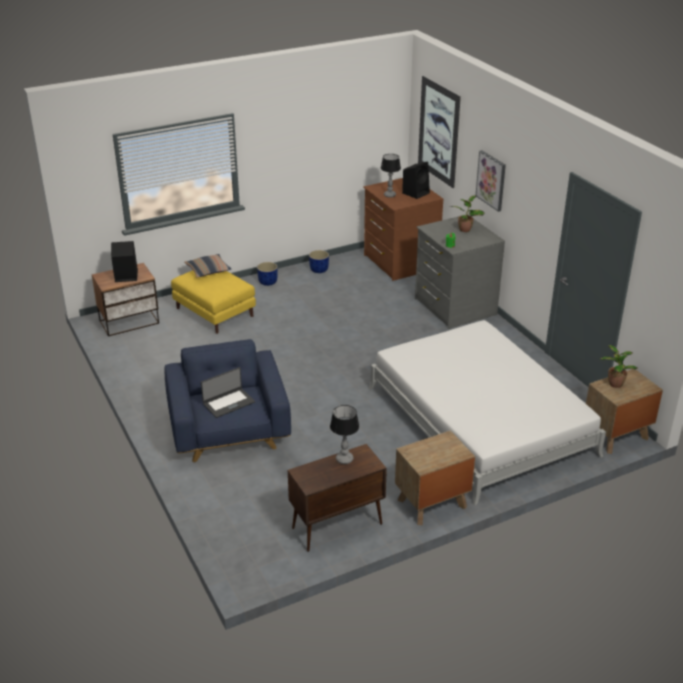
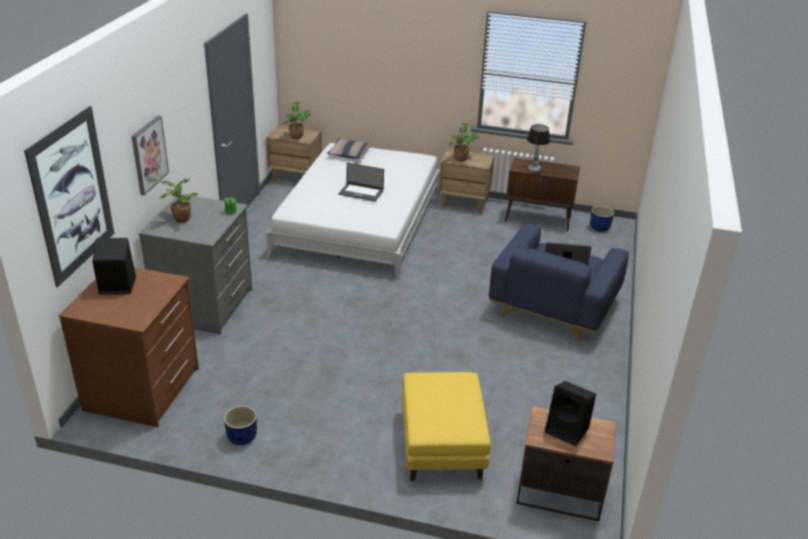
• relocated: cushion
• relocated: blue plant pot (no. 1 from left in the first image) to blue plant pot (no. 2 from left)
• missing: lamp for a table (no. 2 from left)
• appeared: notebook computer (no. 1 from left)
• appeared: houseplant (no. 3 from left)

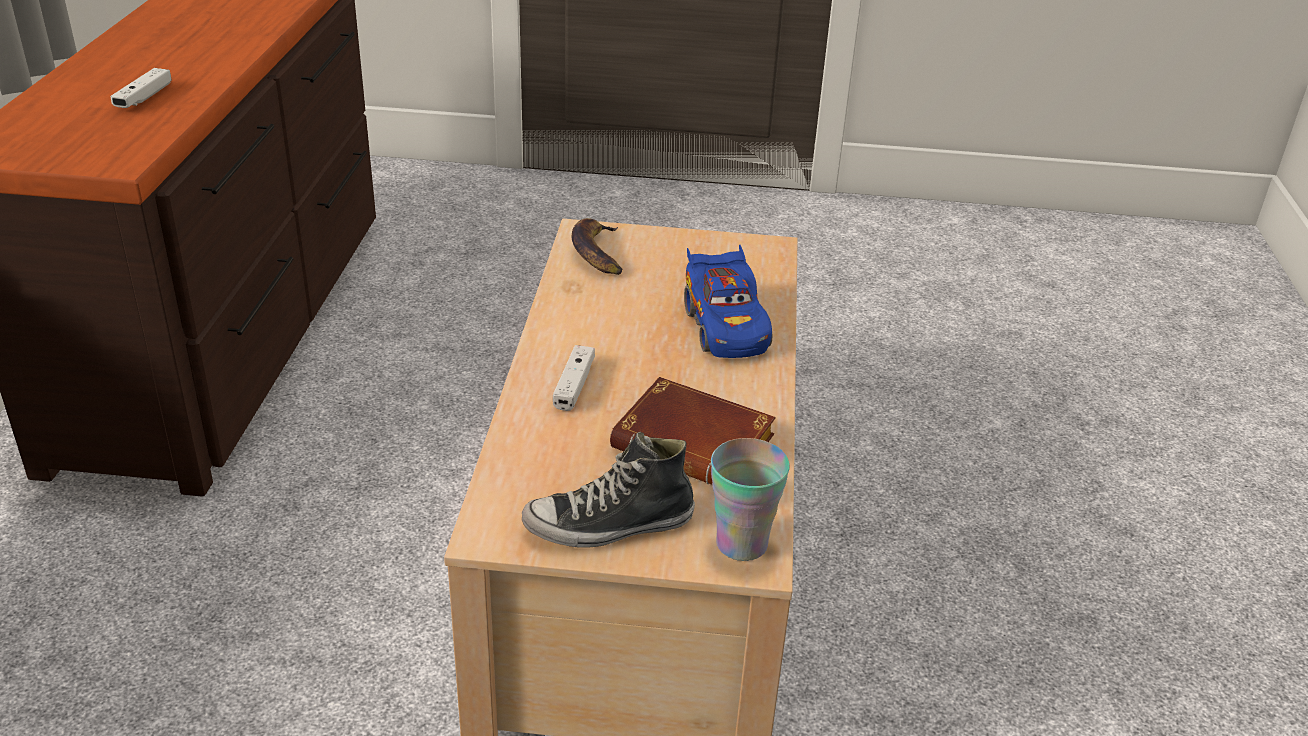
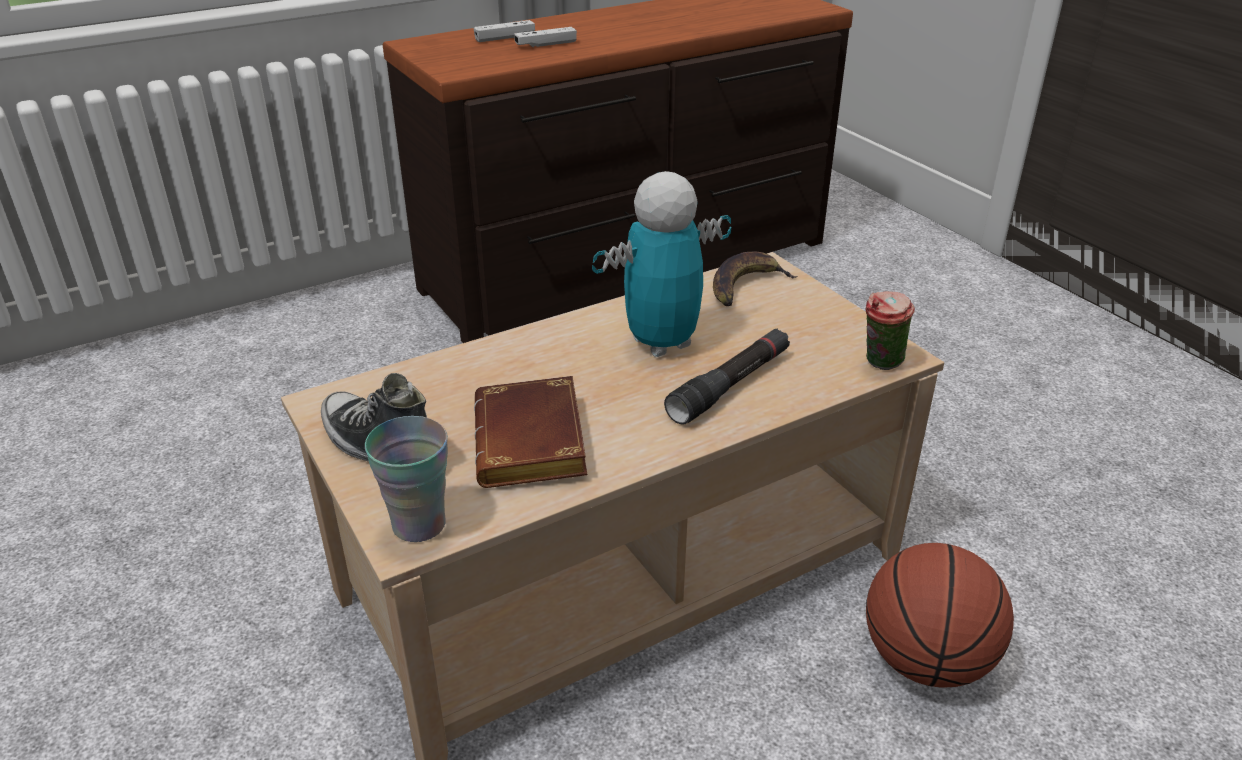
• relocated: whitish joypad (no. 2 from left in the first image) to whitish joypad (no. 1 from left)
• exchanged: blue miniature car to black hand torch
• appeared: robot figure
• appeared: small cup (no. 2 from left)
• appeared: ball for basketball

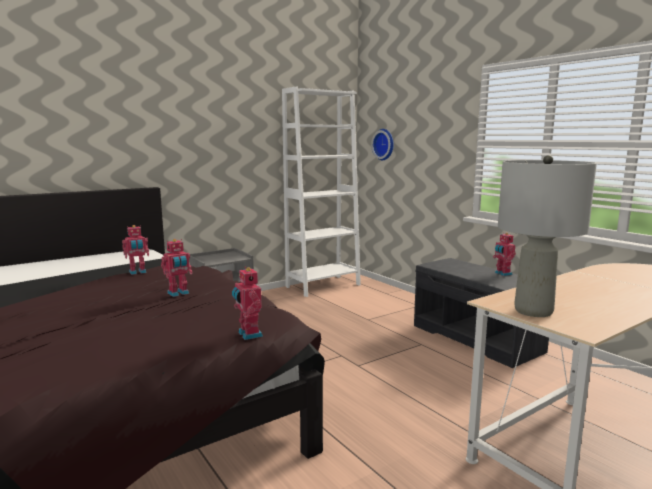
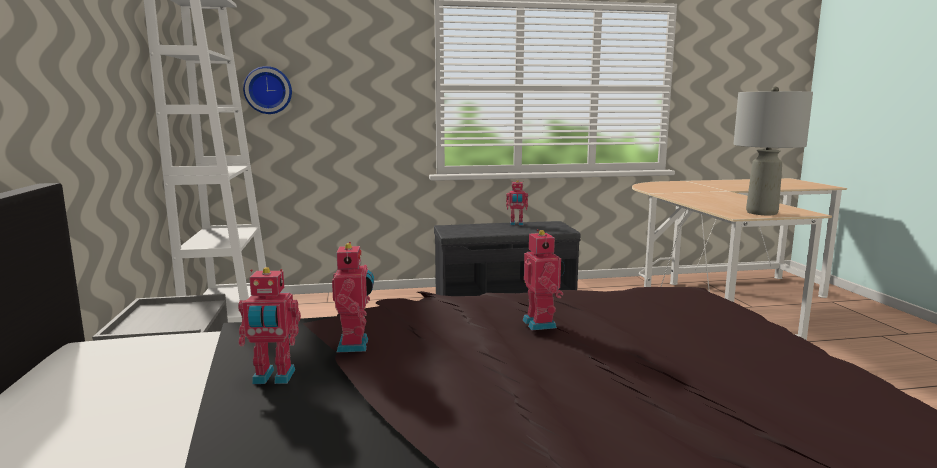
• relocated: robot figure (no. 3 from left in the first image) to robot figure (no. 1 from left)

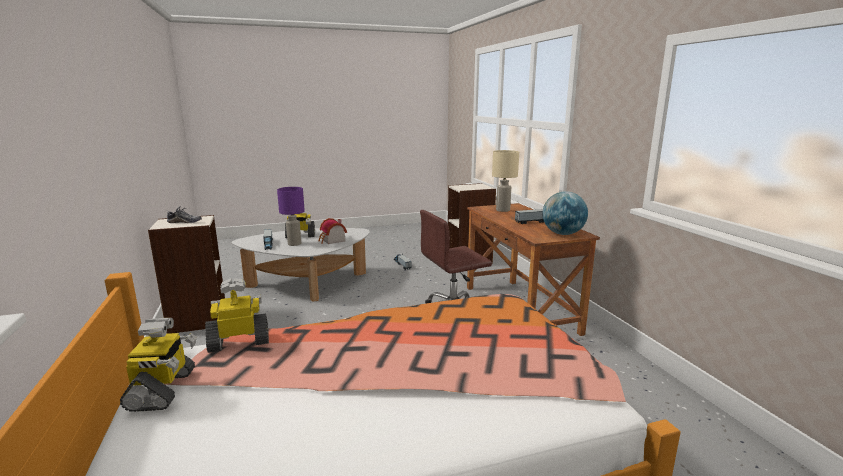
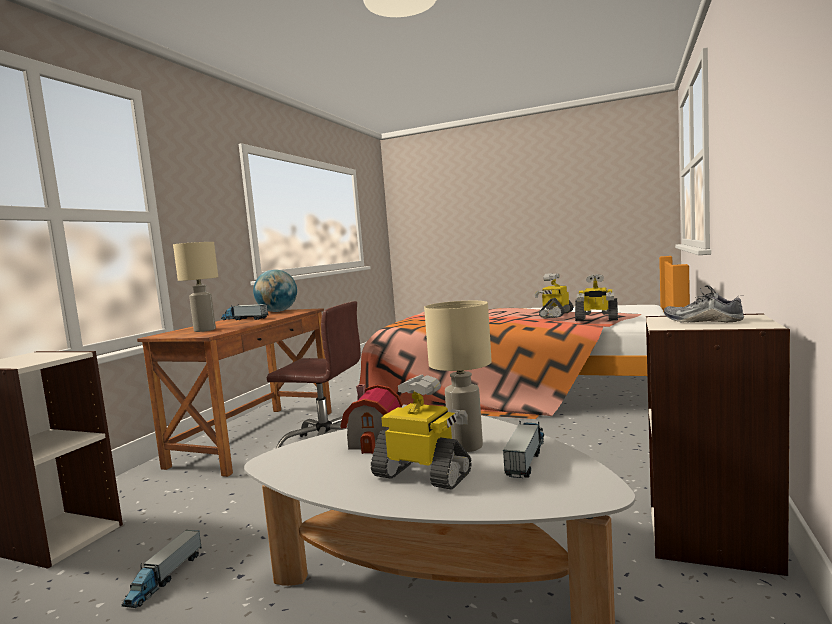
• relocated: robot figure (no. 1 from left in the first image) to robot figure (no. 2 from left)
• colour: purplish lamp for a table to beige-coloured lamp for a table (no. 2 from left)

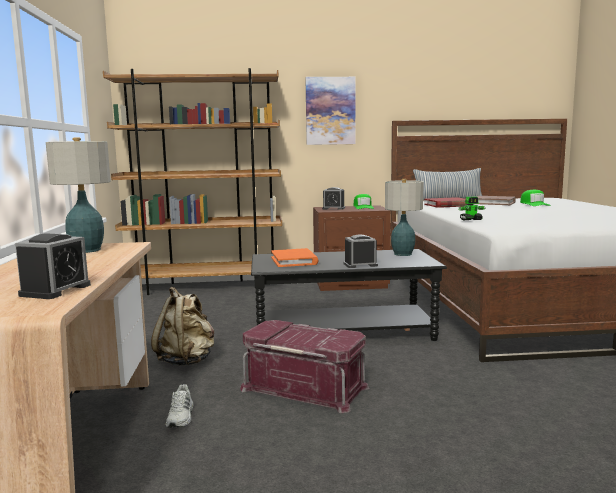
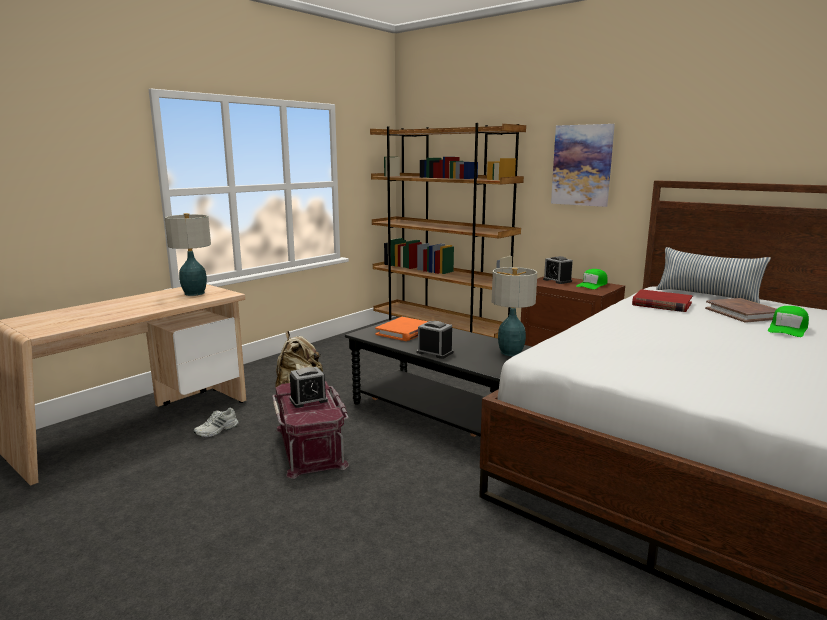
• relocated: bedside clock (no. 1 from left)
• missing: robot figure

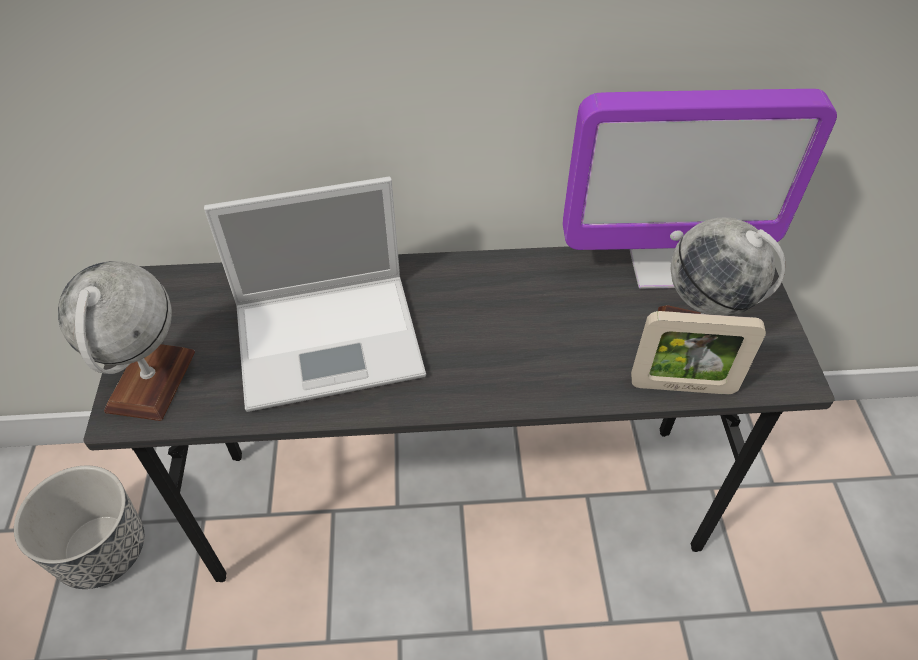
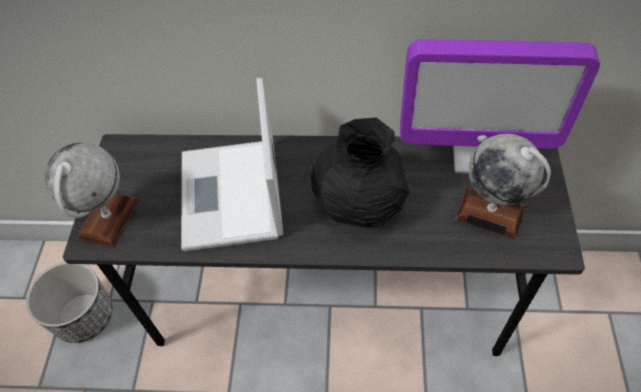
• spun: notebook computer 90 degrees clockwise
• missing: picture frame
• appeared: black flower vase

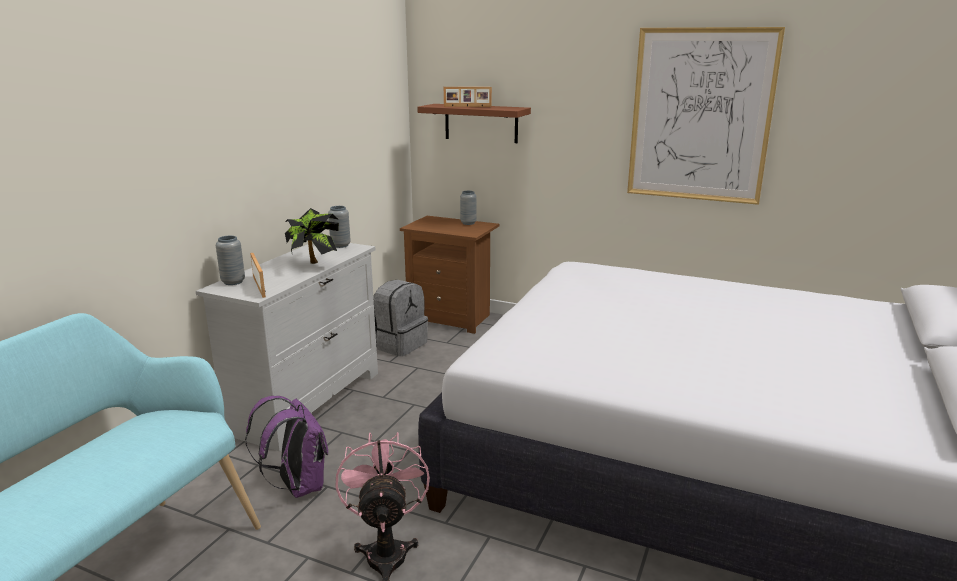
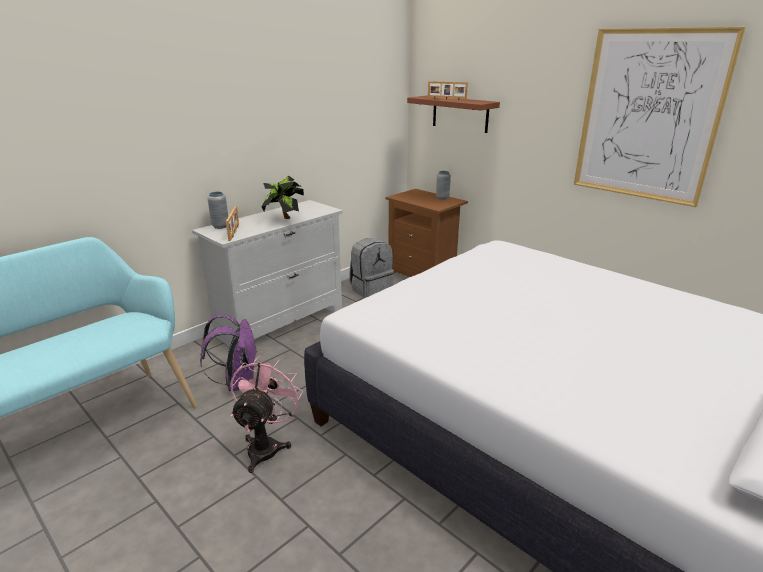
• missing: greyish flower vase (no. 2 from left)

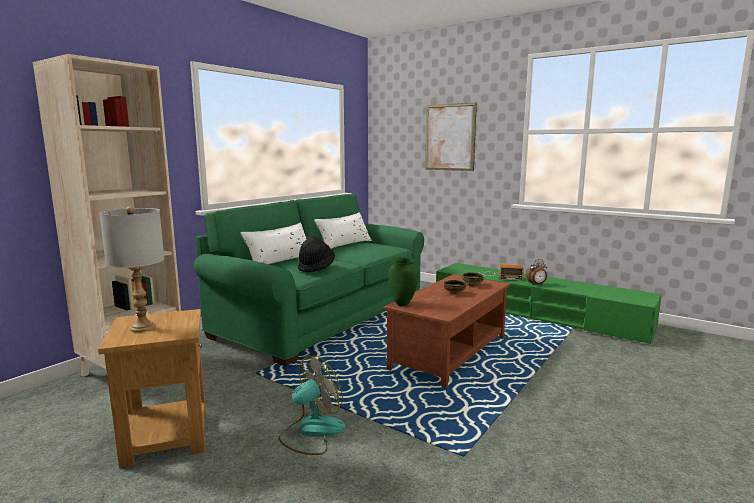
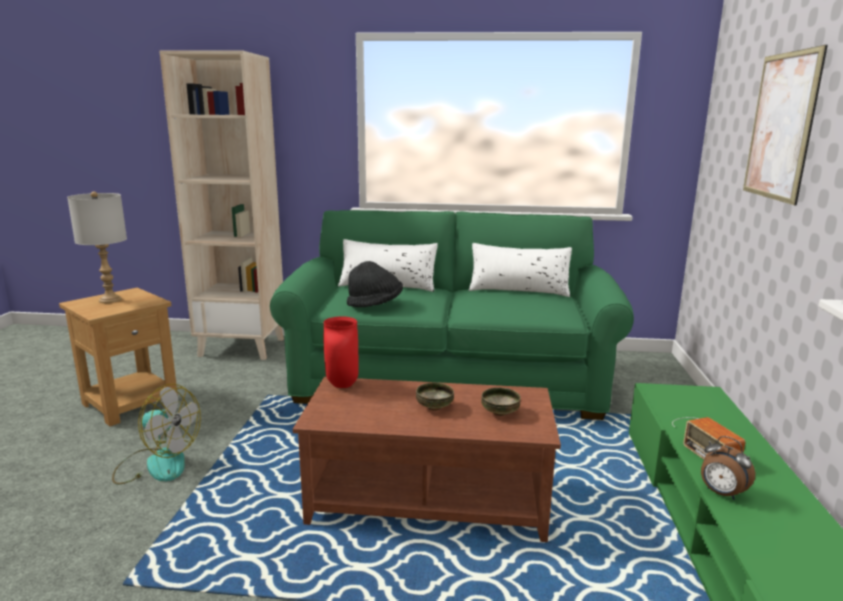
• colour: green-coloured flower vase to red-coloured flower vase

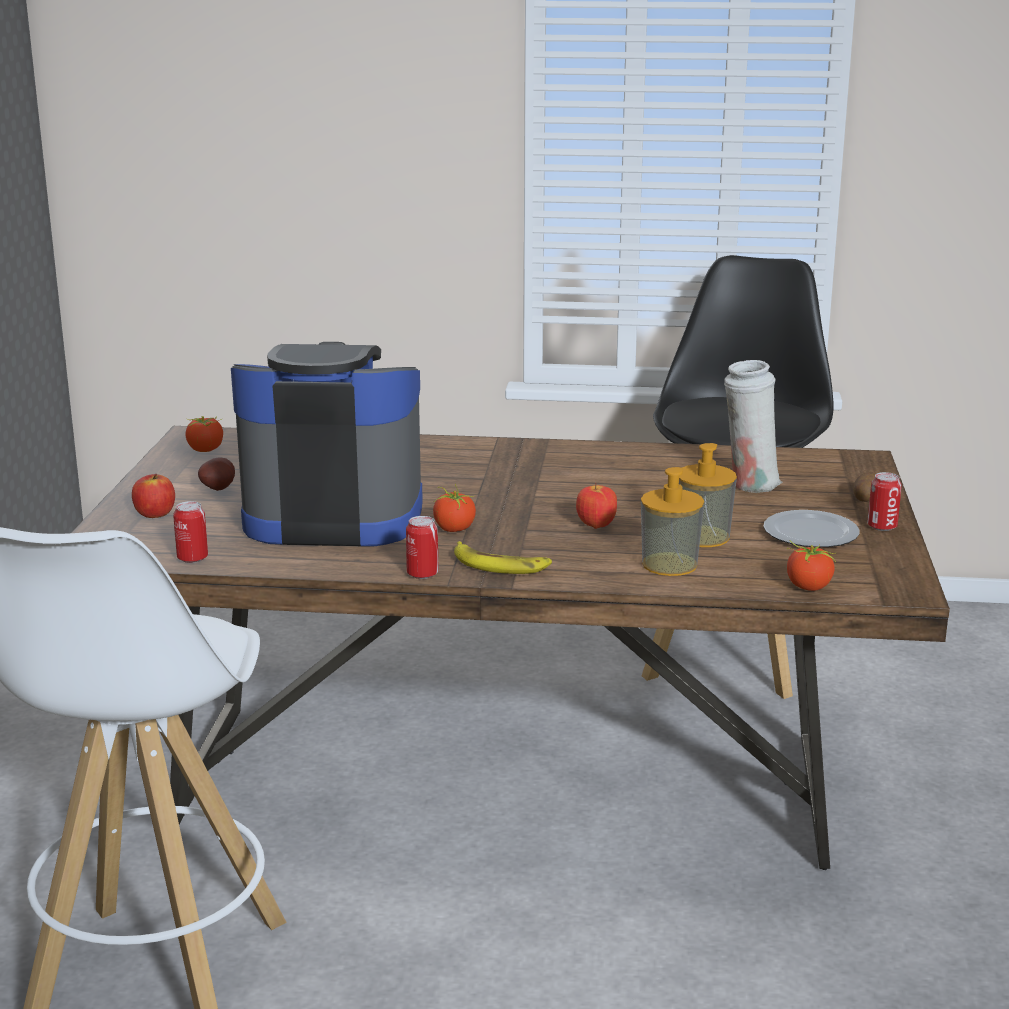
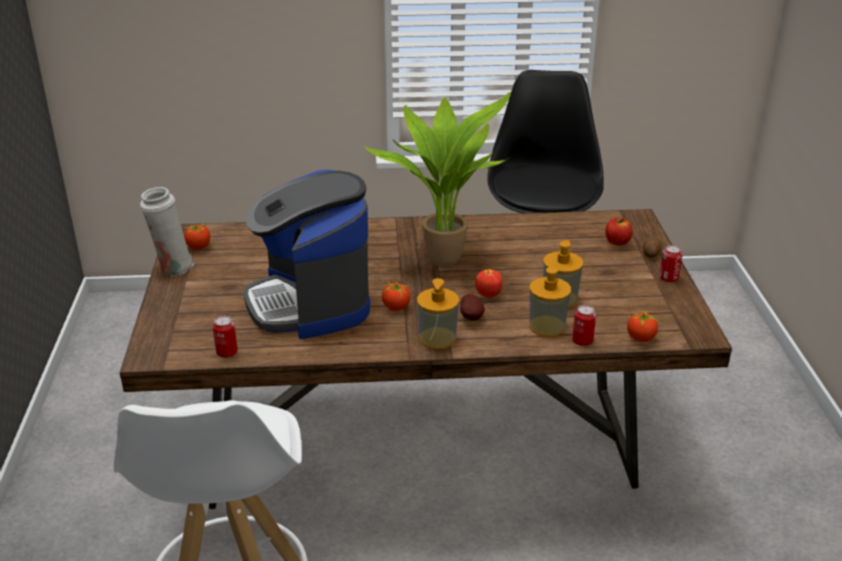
• relocated: whole apple (no. 1 from left in the first image) to whole apple (no. 2 from left)
• relocated: spud (no. 1 from left)
• spun: coffee maker 105 degrees counterclockwise
• relocated: sealed can (no. 2 from left)
• exchanged: banana to soap dispenser (no. 1 from left)
• relocated: whitish flower vase
• missing: dinner plate
• appeared: houseplant

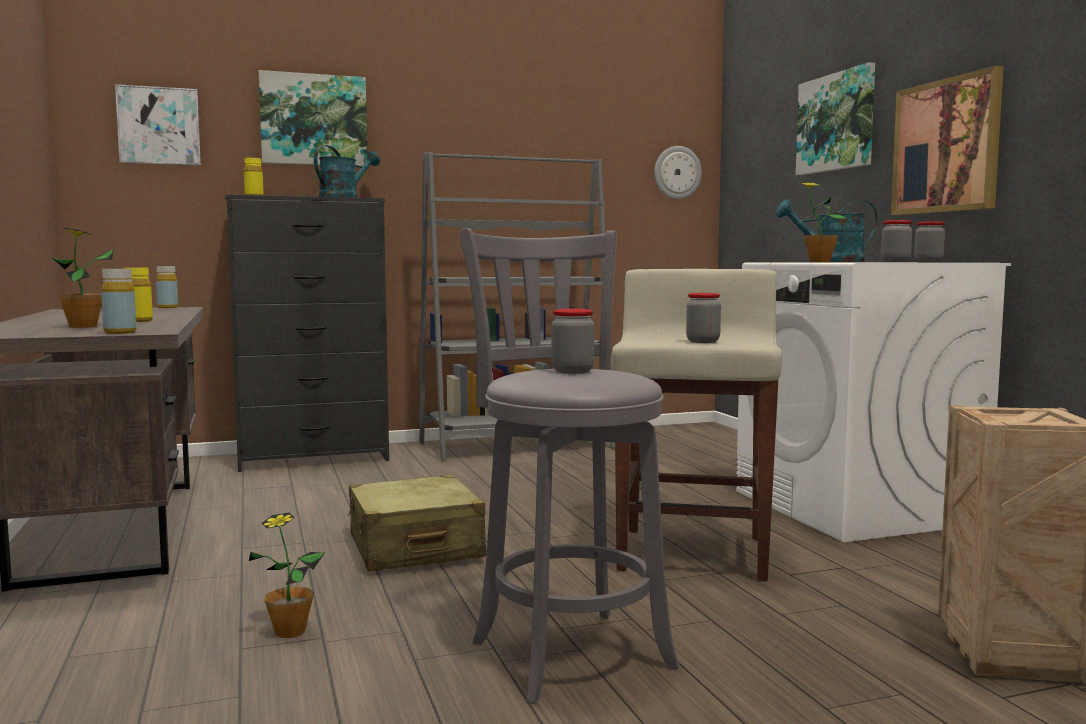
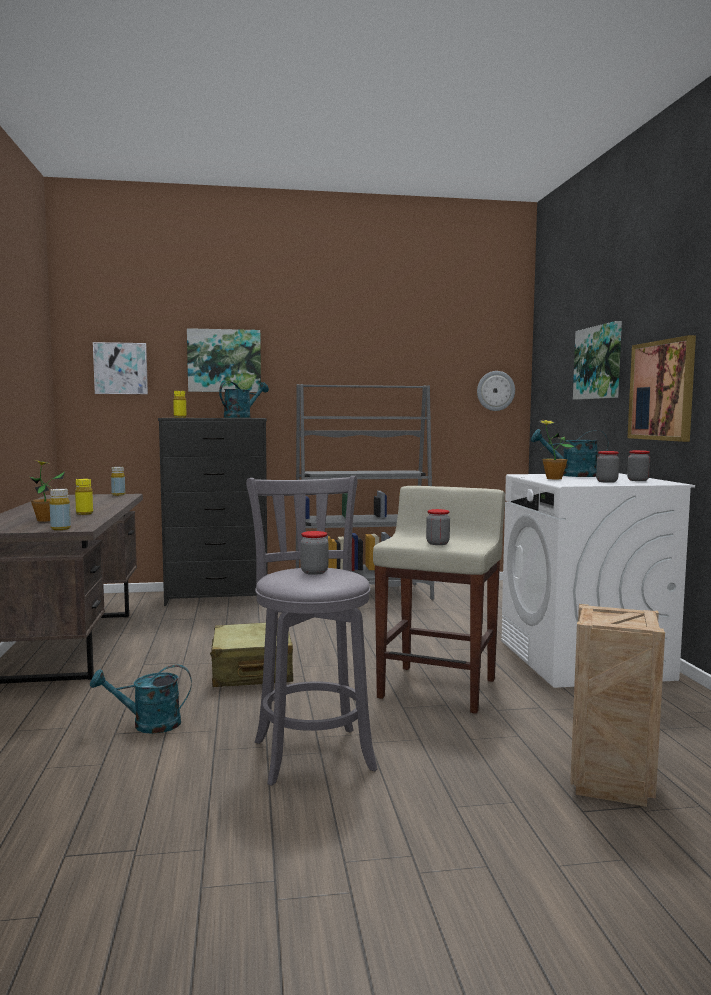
• exchanged: houseplant (no. 2 from left) to turquoise watering can (no. 1 from left)

